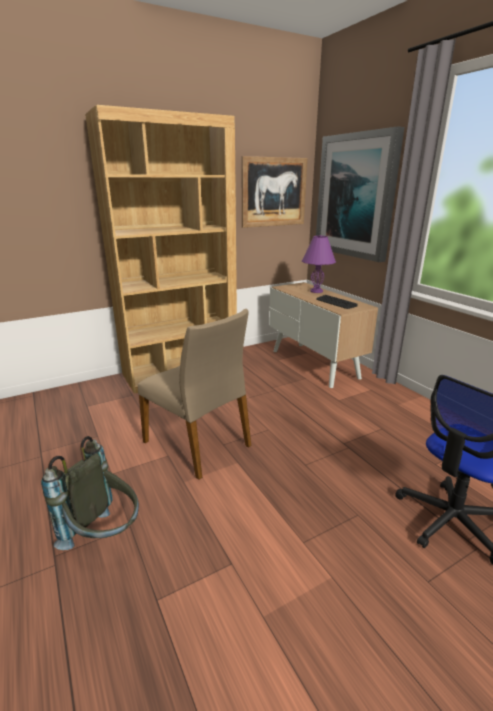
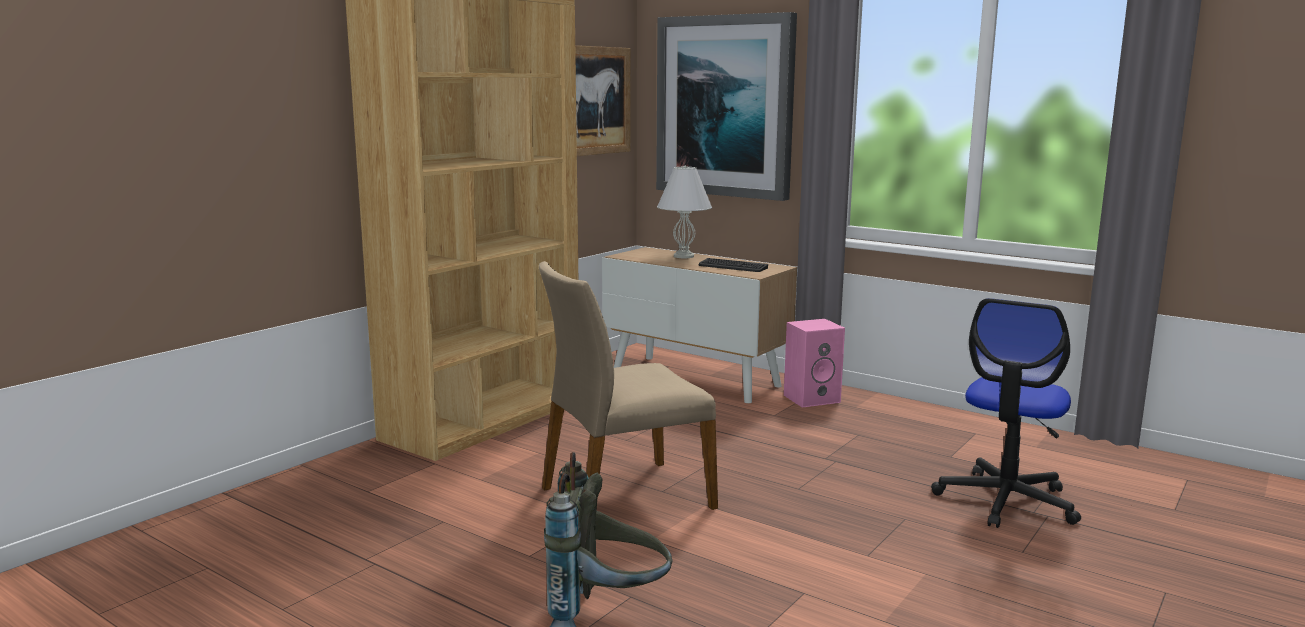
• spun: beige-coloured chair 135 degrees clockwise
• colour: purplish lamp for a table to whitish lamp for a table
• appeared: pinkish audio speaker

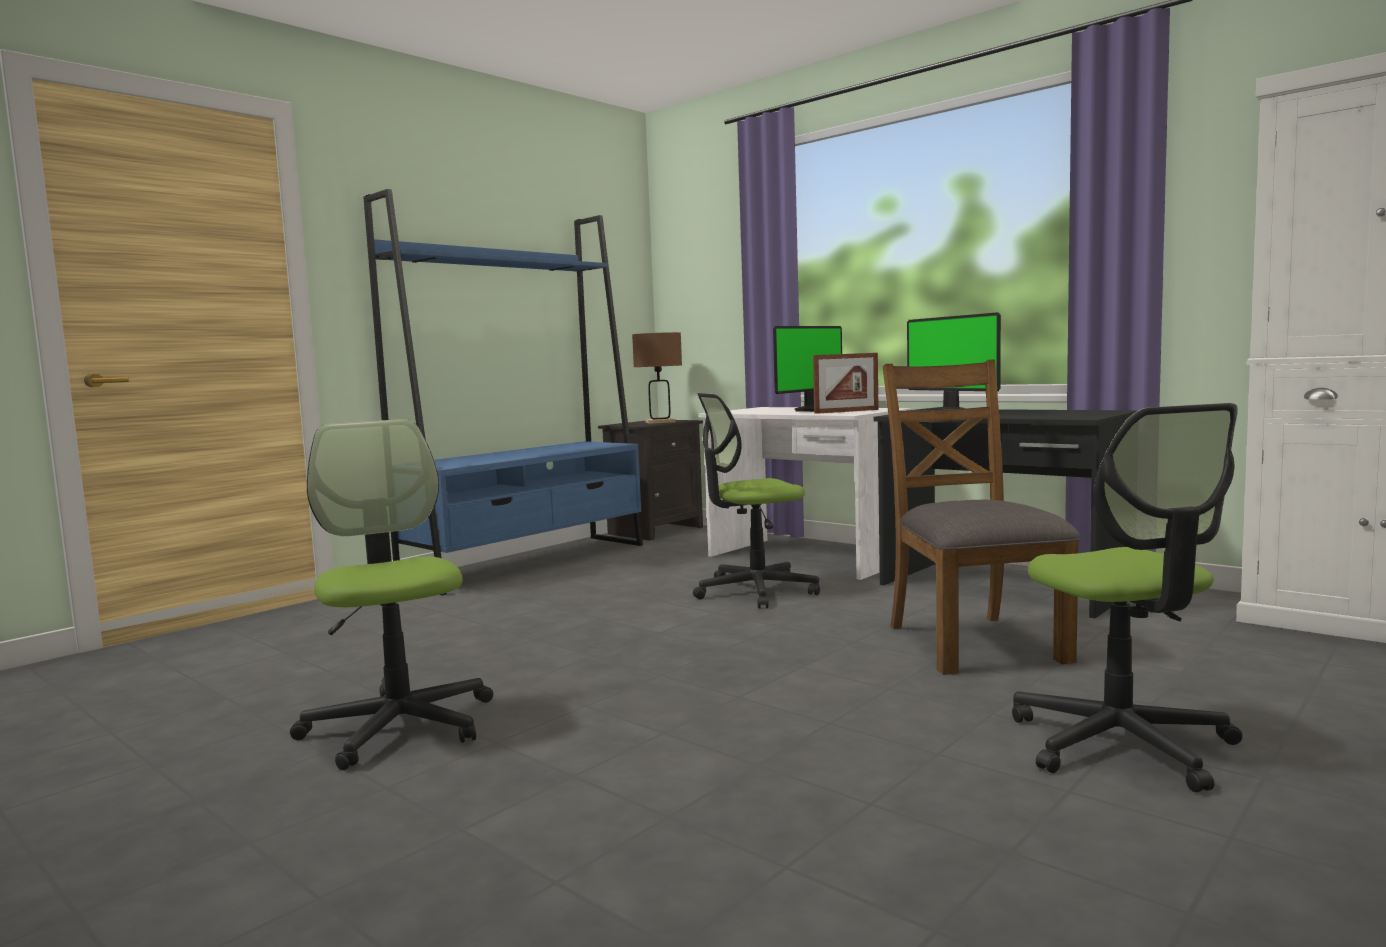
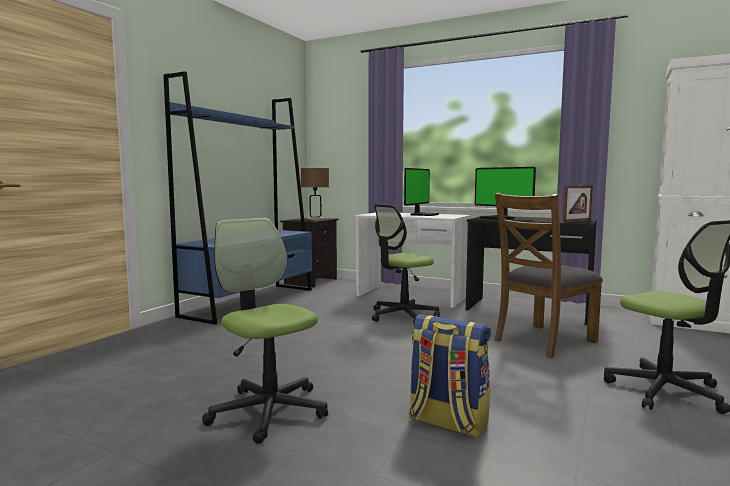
• relocated: picture frame
• spun: brownish chair 105 degrees counterclockwise
• appeared: backpack

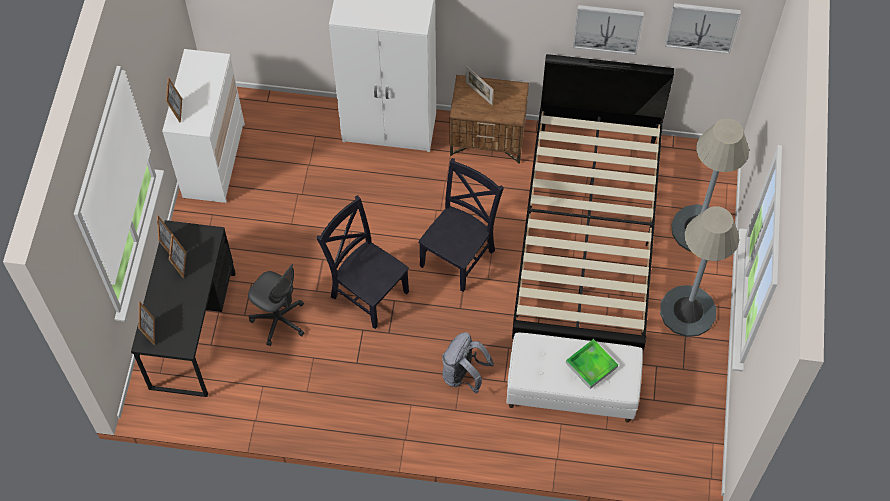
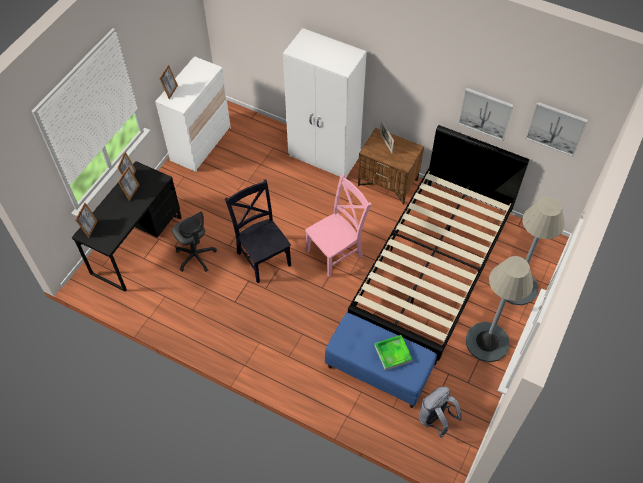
• colour: black chair (no. 2 from left) to pinkish chair
• relocated: greyish backpack
• colour: whitish indoor bench to blue indoor bench

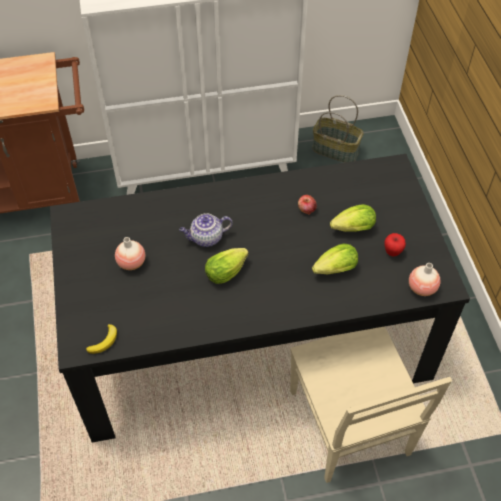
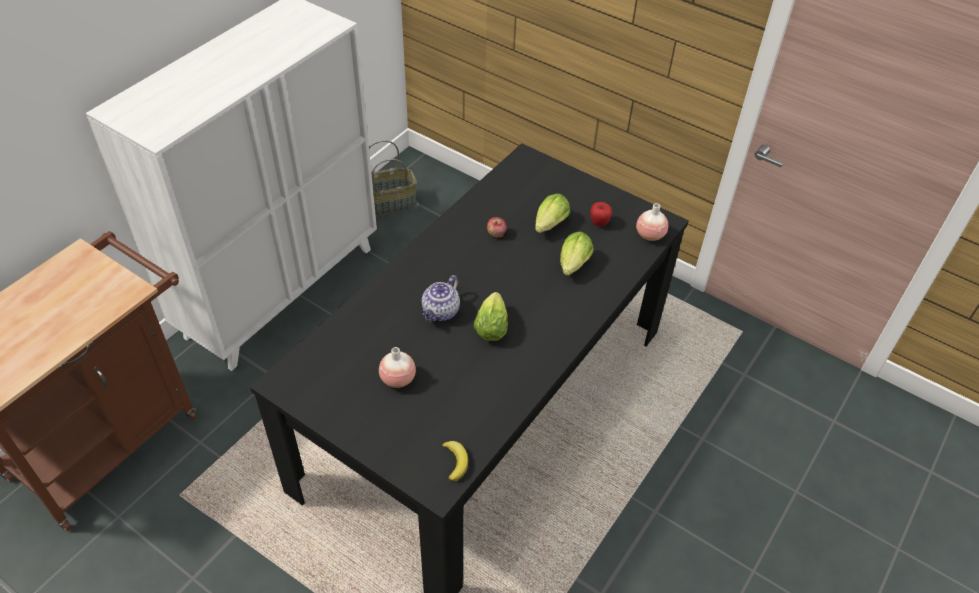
• missing: beige-coloured chair

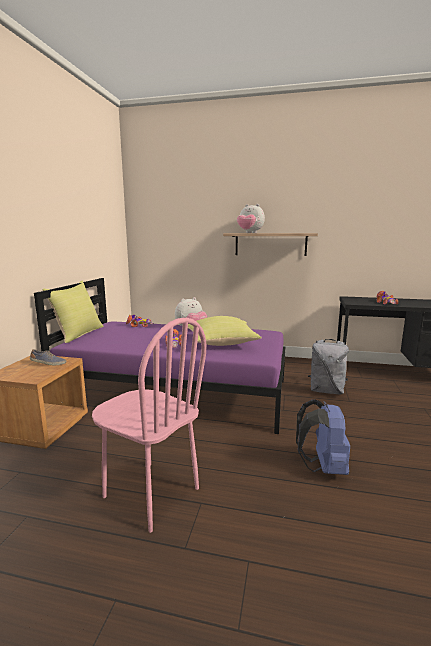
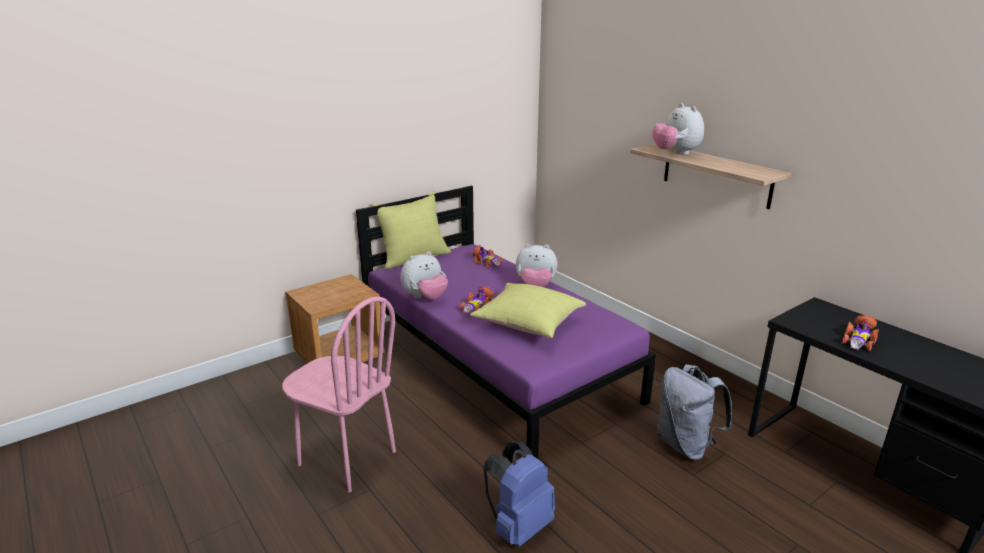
• missing: item of footwear
• spun: pinkish chair 45 degrees counterclockwise
• appeared: cuddly toy (no. 1 from left)

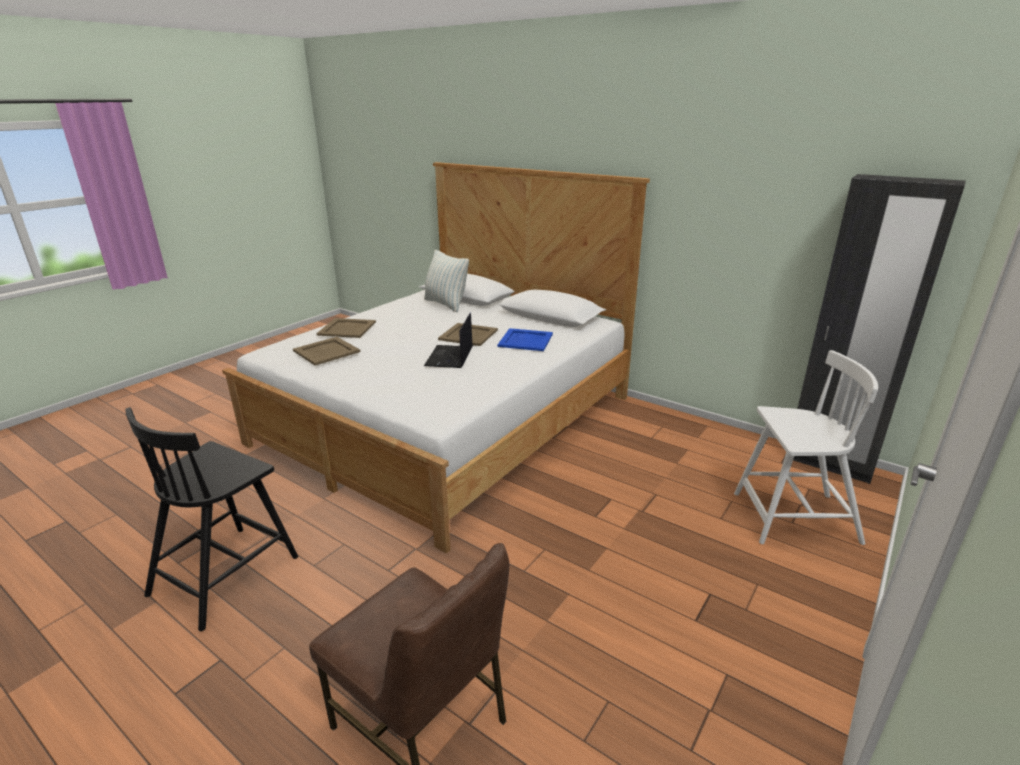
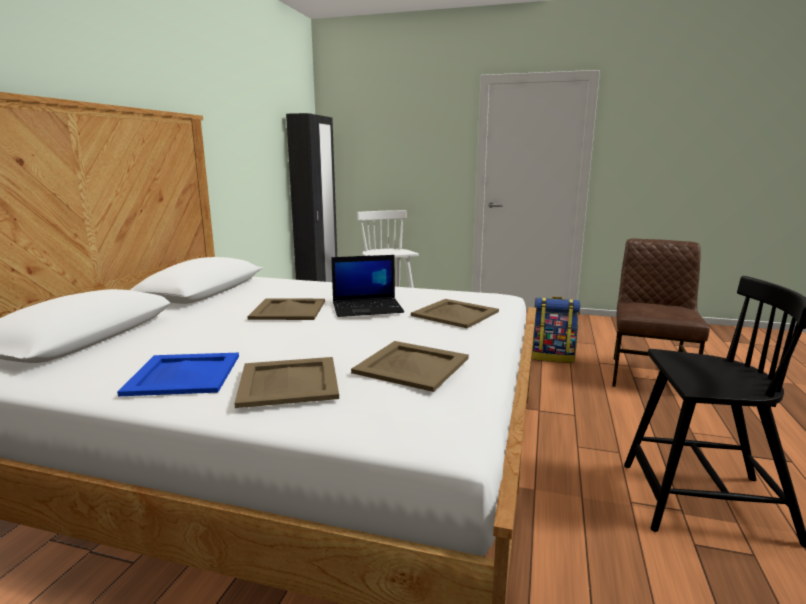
• missing: cushion
• relocated: blue serving tray
• appeared: beige-coloured serving tray (no. 4 from left)
• appeared: backpack

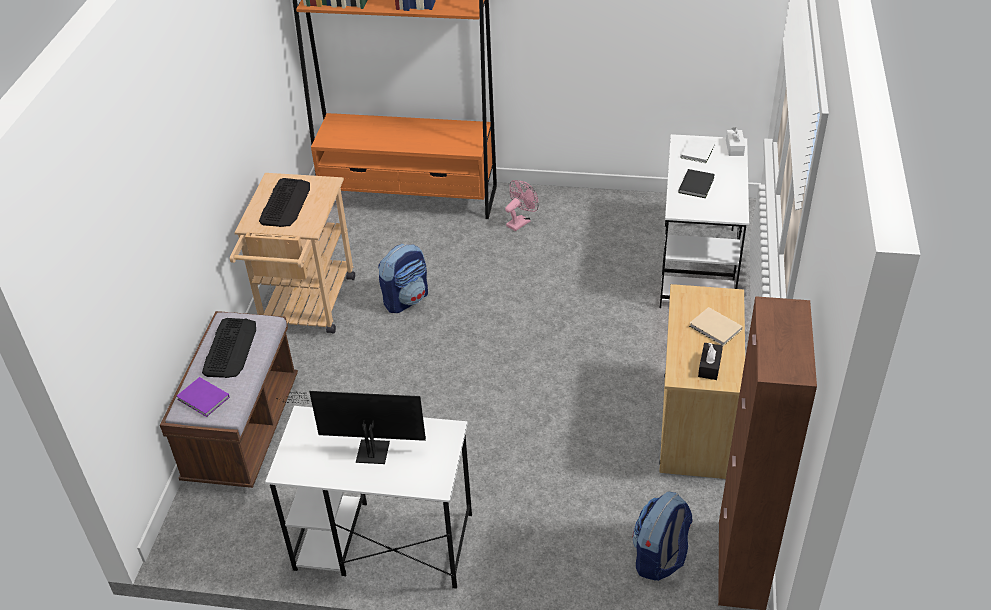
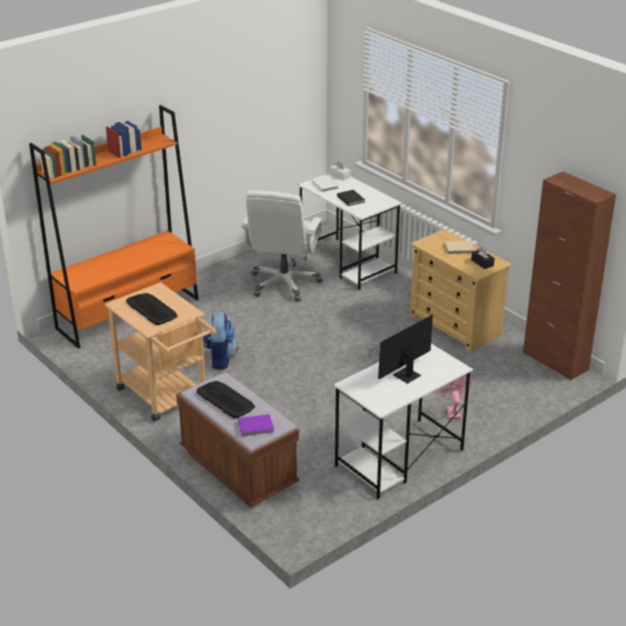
• relocated: pinkish cooling fan
• missing: backpack (no. 2 from left)
• appeared: whitish desk chair

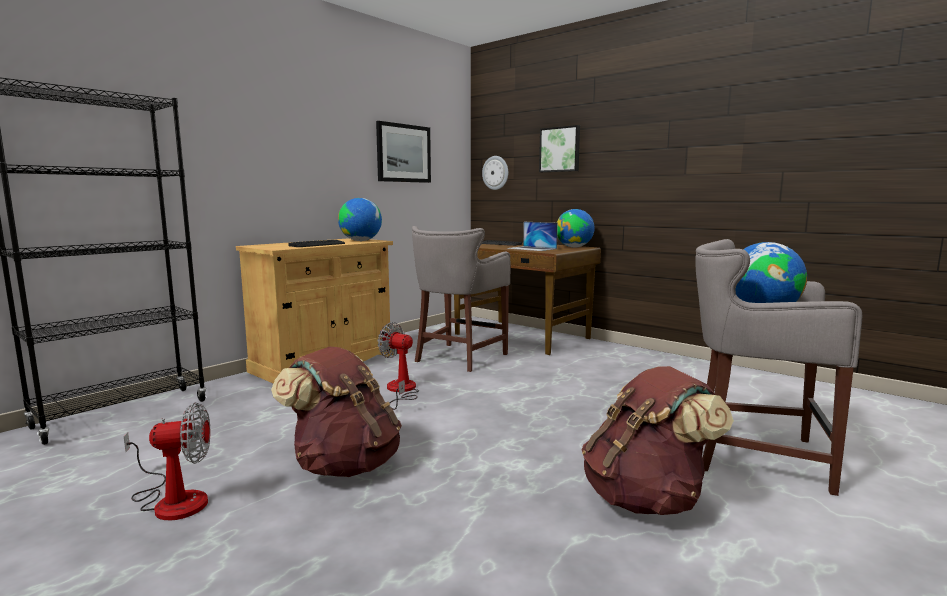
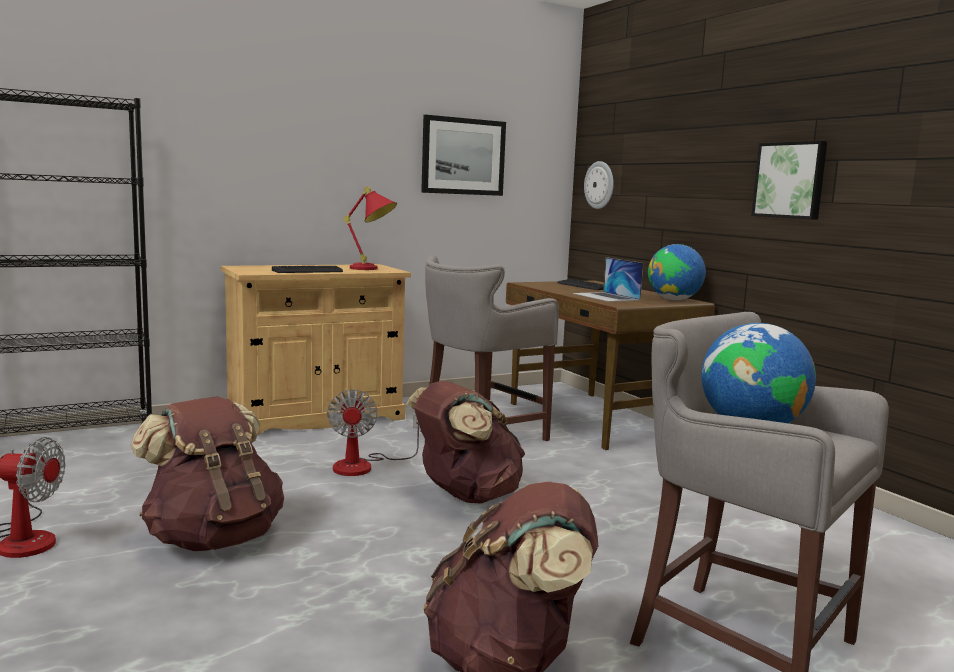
• exchanged: world globe (no. 1 from left) to red-coloured lamp for a table
• spun: cooling fan (no. 2 from left) 150 degrees counterclockwise
• relocated: wall art (no. 2 from left)
• appeared: brownish backpack (no. 2 from left)

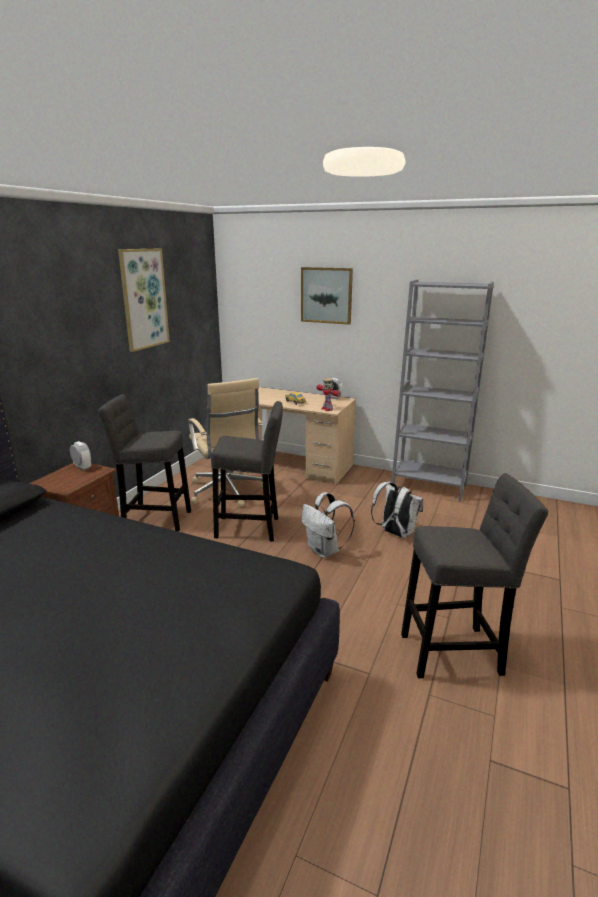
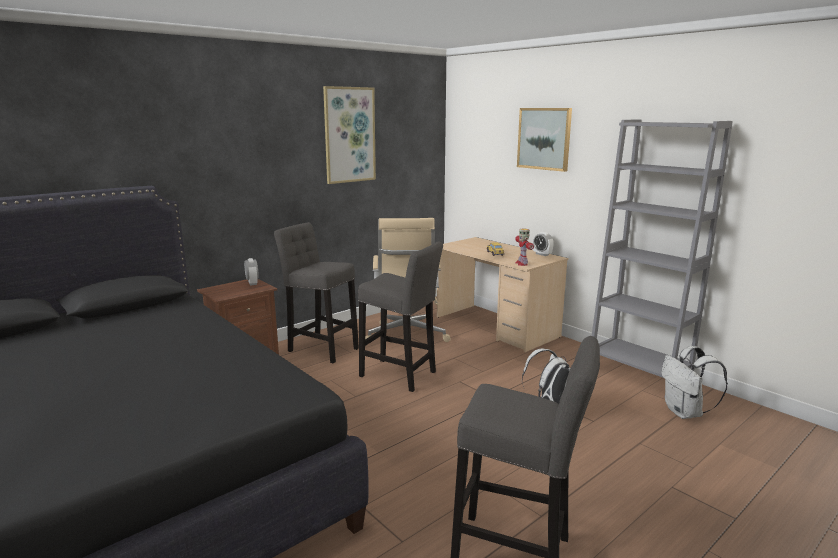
• relocated: whitish backpack (no. 1 from left in the first image) to whitish backpack (no. 2 from left)

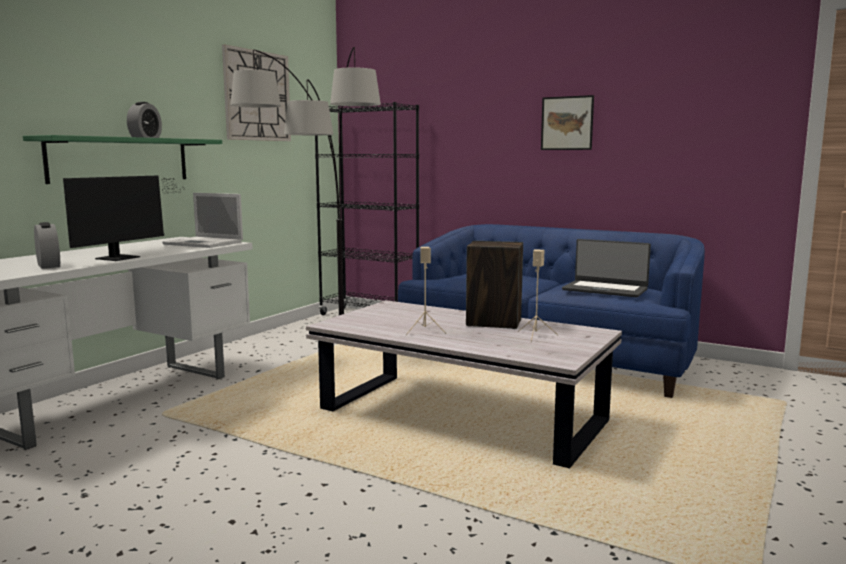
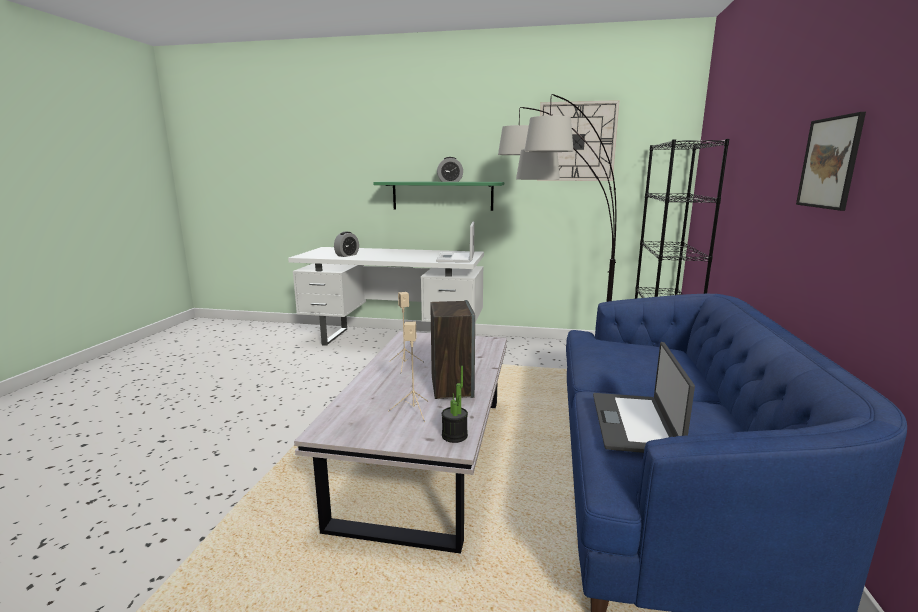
• missing: computer screen
• appeared: houseplant

